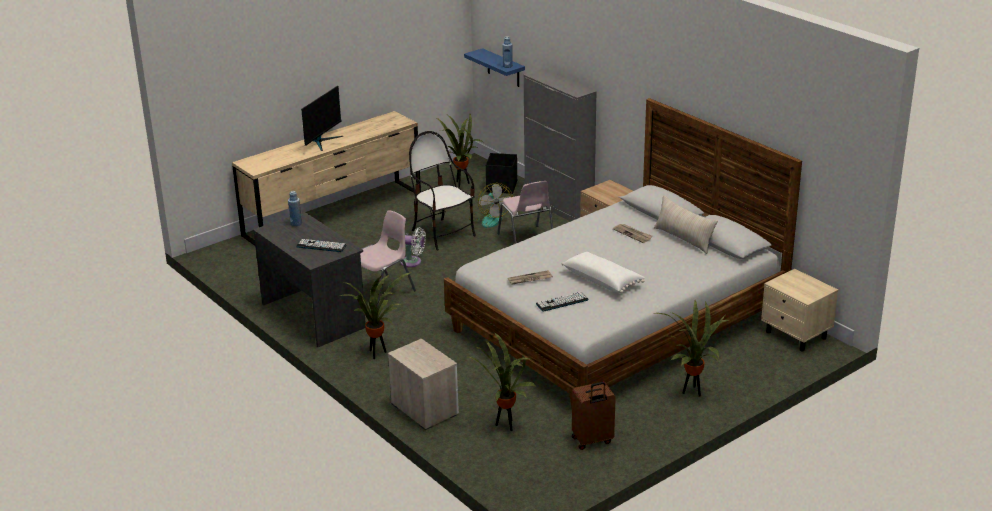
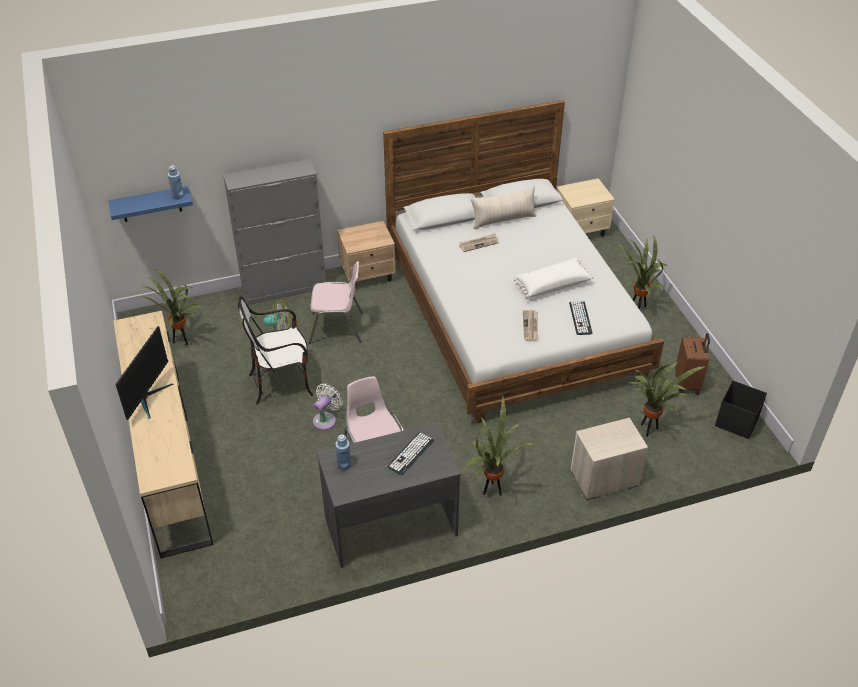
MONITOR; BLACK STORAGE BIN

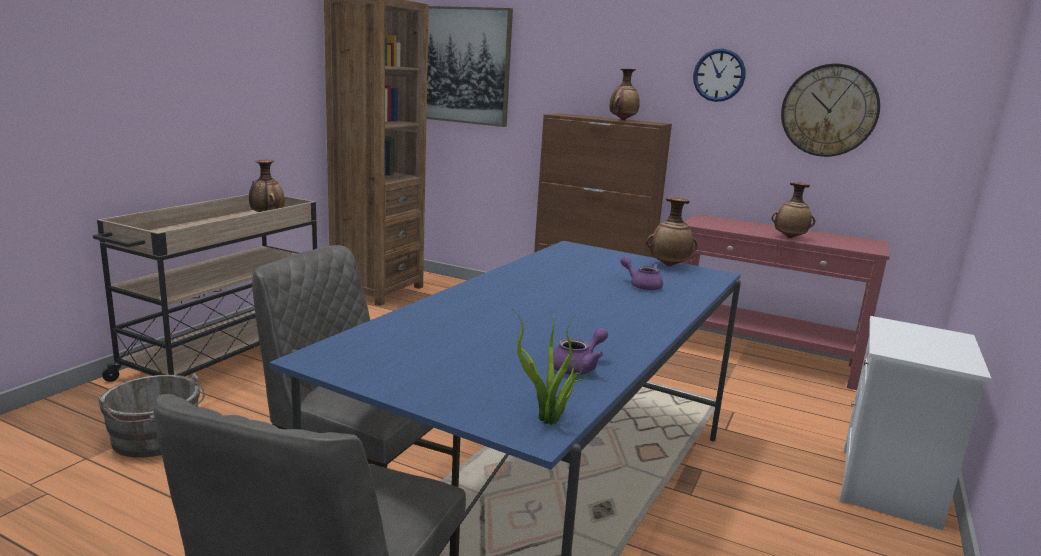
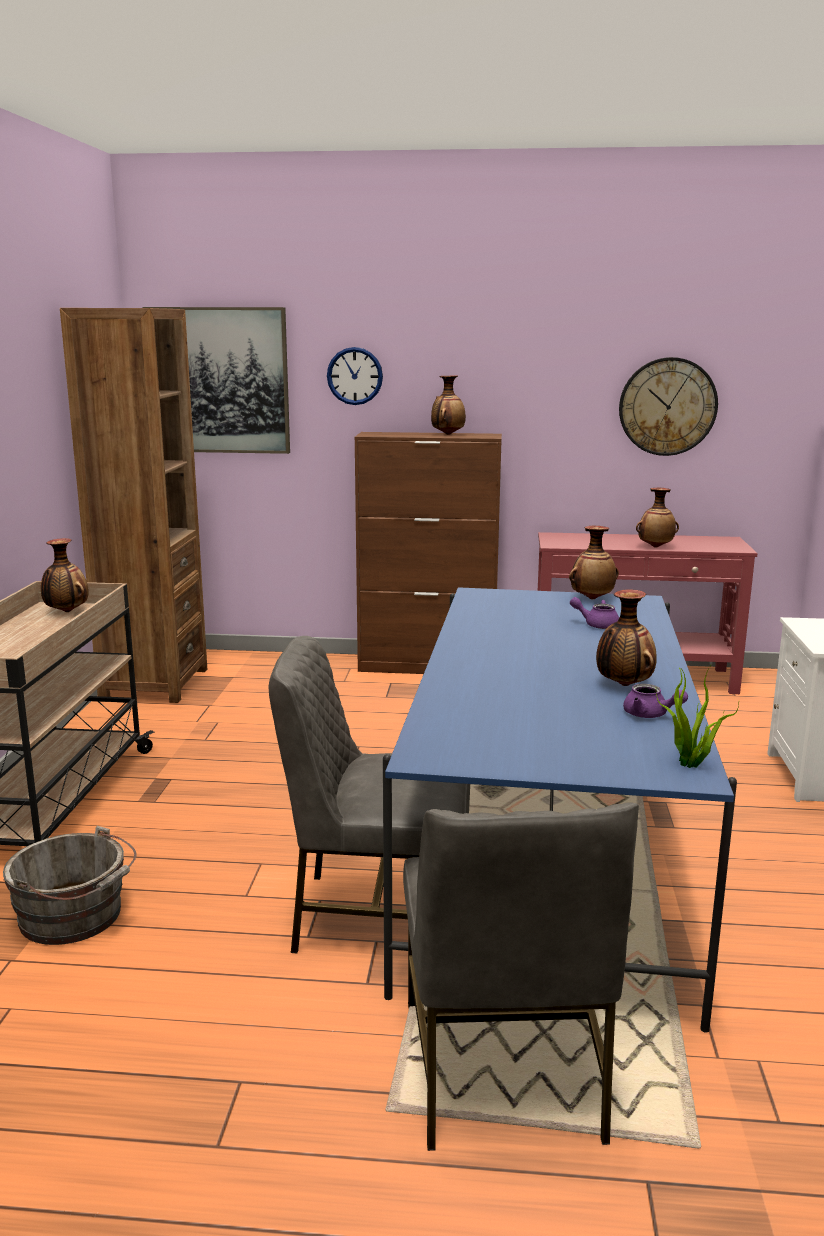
CLOCK ON THE WALL (1st from left); VASE (4th from left); PURPLISH TEA POT (2nd from left)

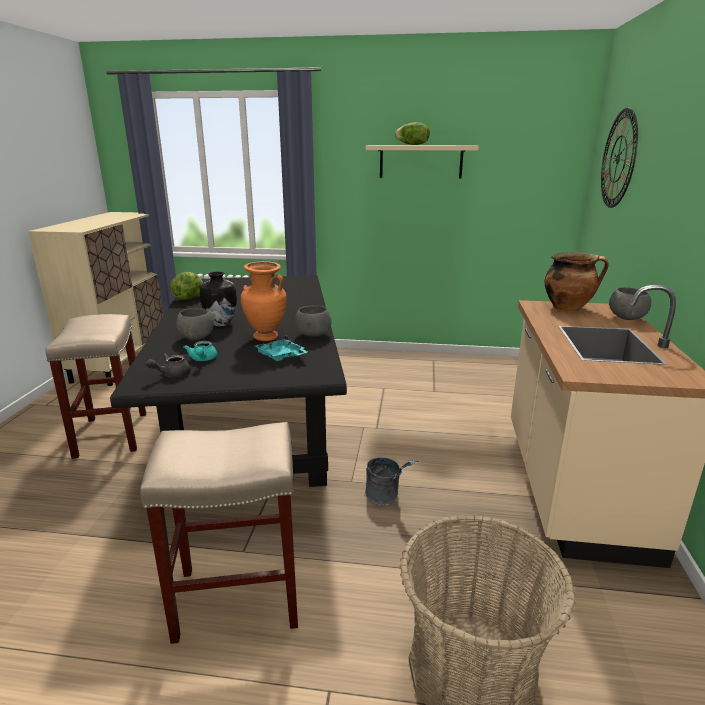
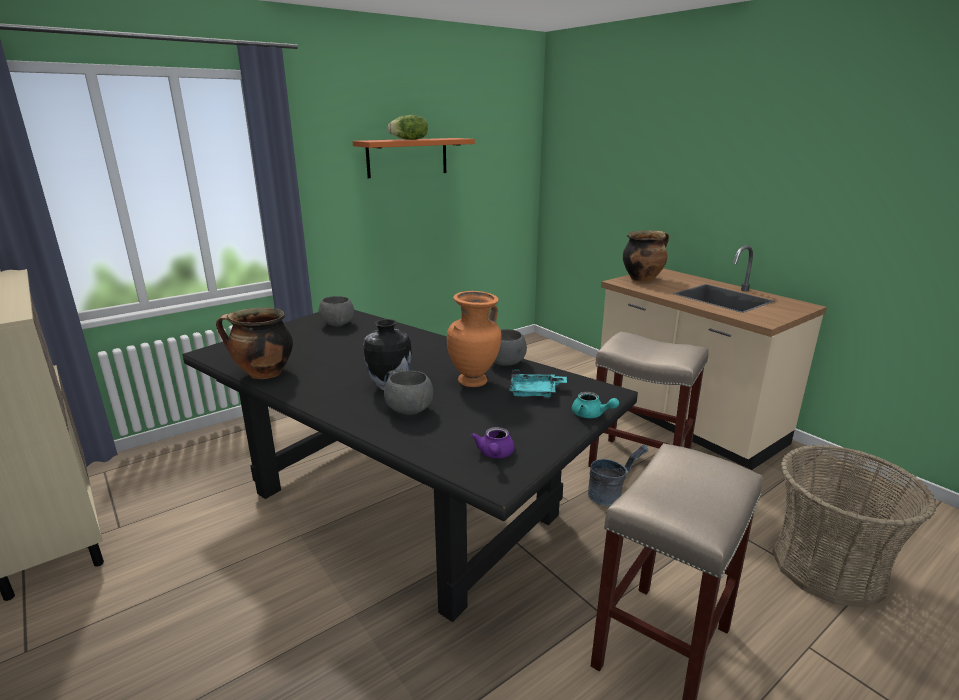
STOCKPOT (1st from left); GRAY BOWL (1st from left); ORANGE BRACKET SHELF; PURPLISH TEA POT; TURQUOISE-COLOURED TEA POT; BEIGE-COLOURED STOOL SEAT (1st from left); CLOCK ON THE WALL

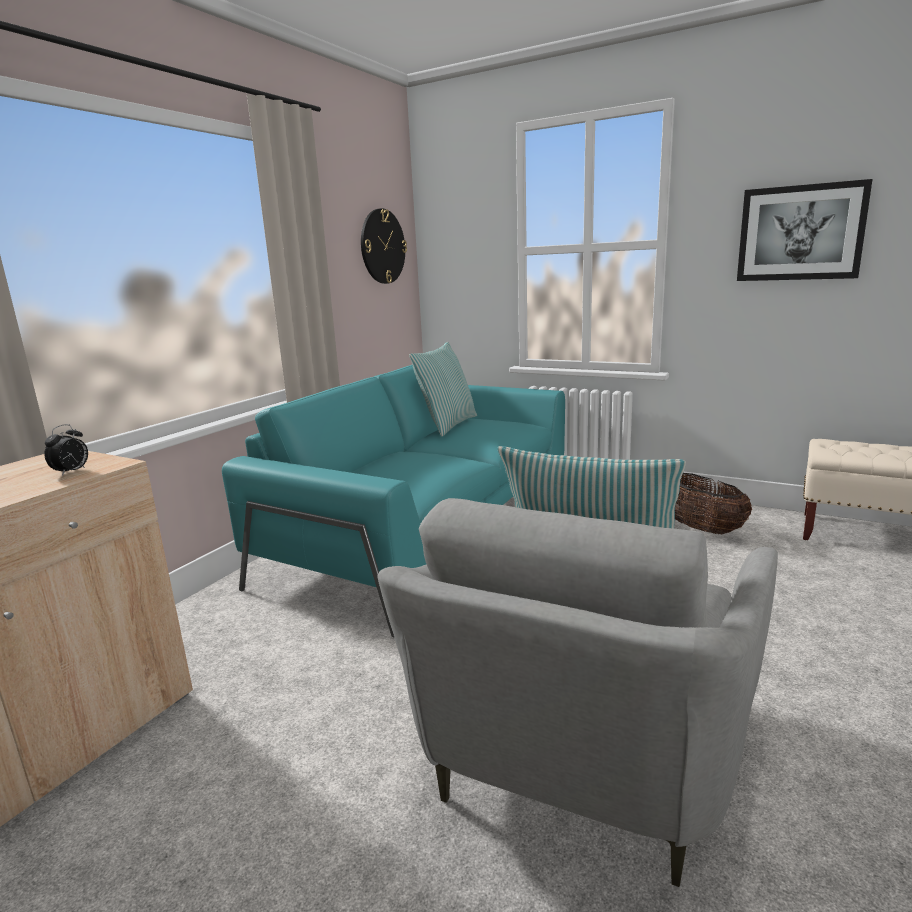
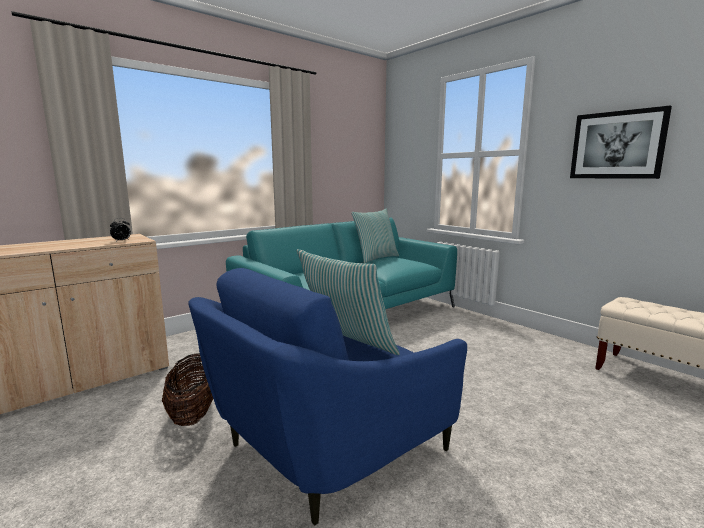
STORAGE BASKET; BLUISH LOUNGE CHAIR; CLOCK ON THE WALL

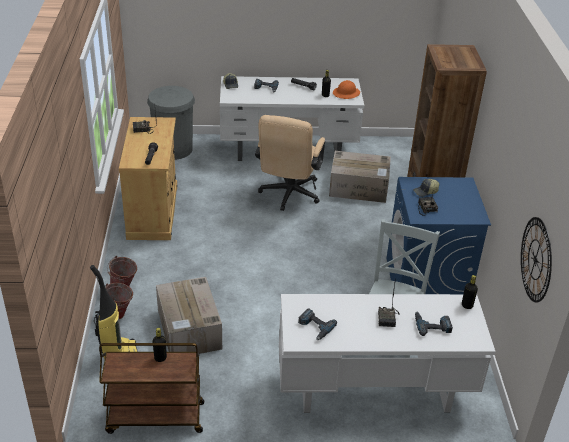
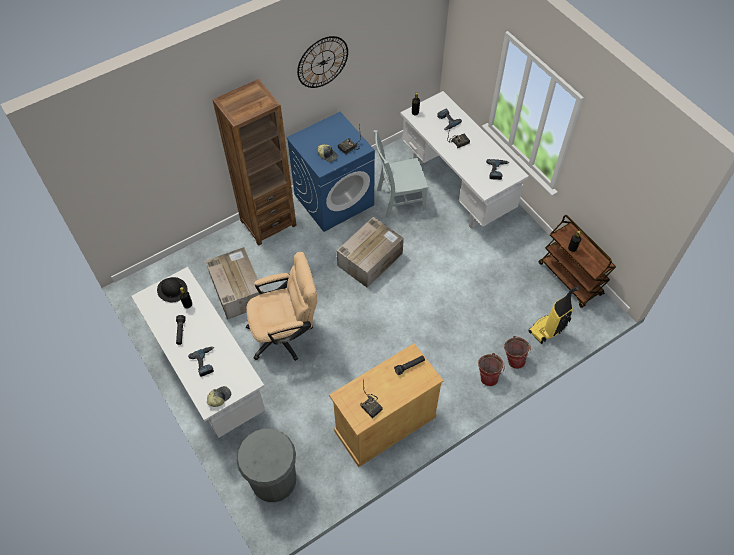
BLACK SAFETY HELMET; CLOCK ON THE WALL; CARDBOARD BOX (2nd from left)

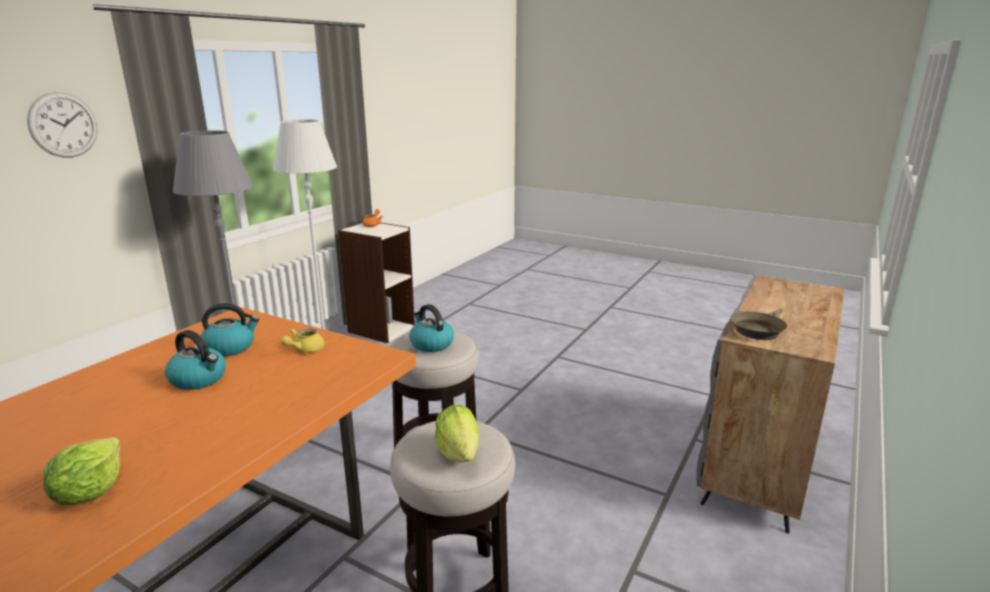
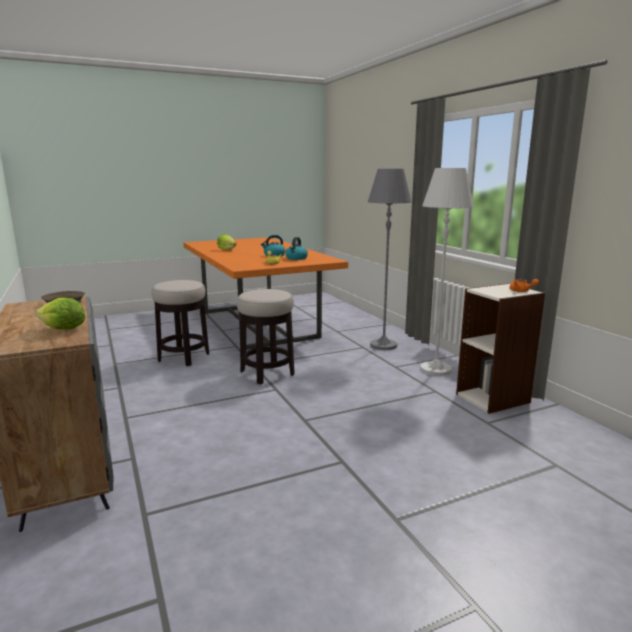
LETTUCE (1st from left); CLOCK ON THE WALL; TEA KETTLE (3rd from left in the first image)

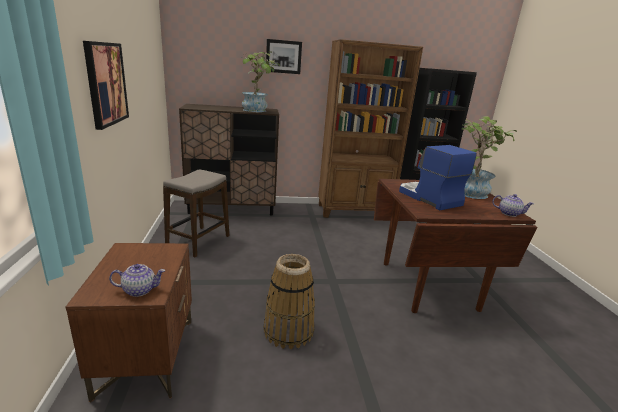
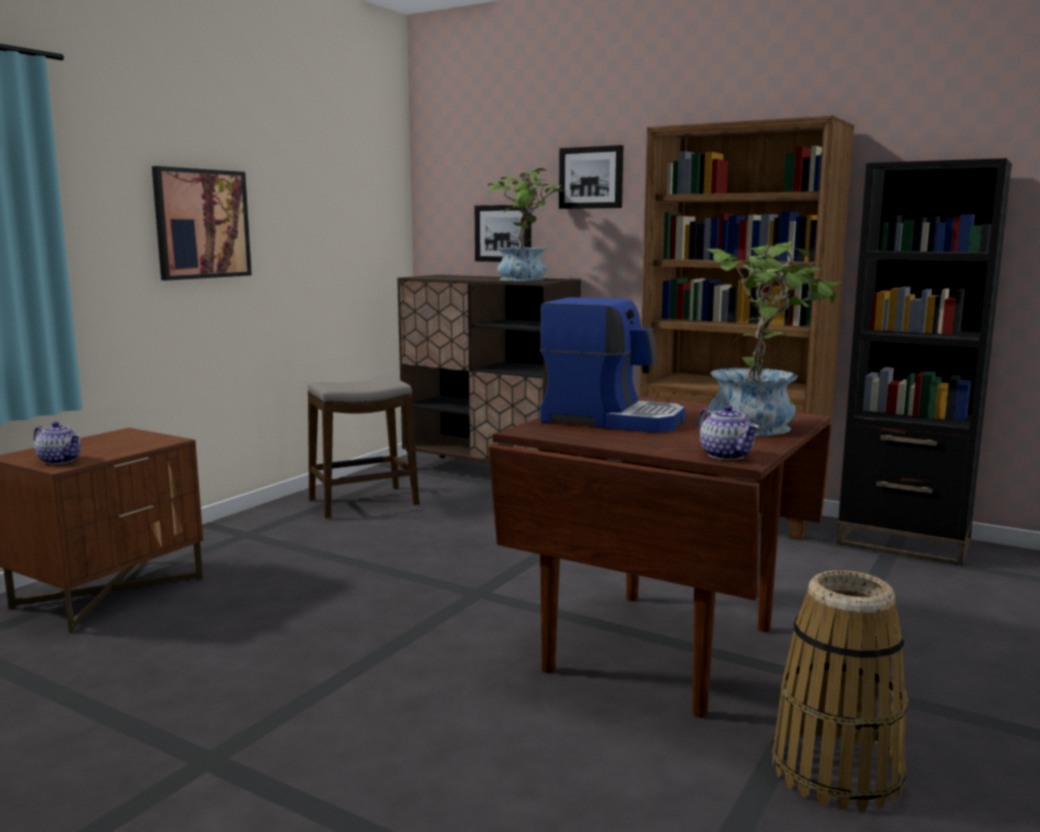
PICTURE (2nd from left); COFFEE MAKER; STORAGE BASKET

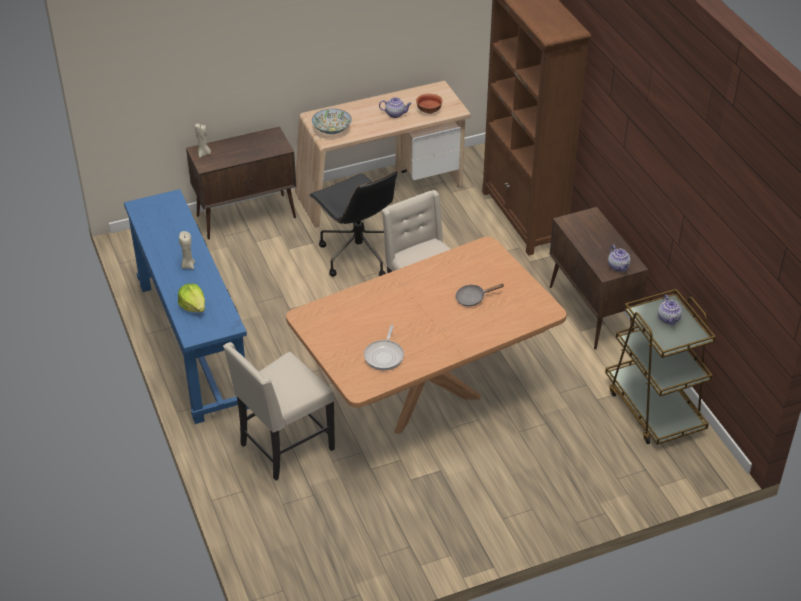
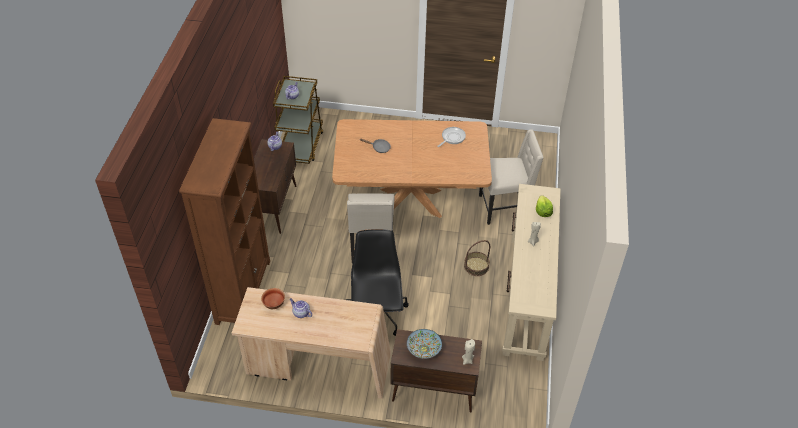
BOWL (2nd from left); STORAGE BASKET; BEIGE-COLOURED NARROW TABLE

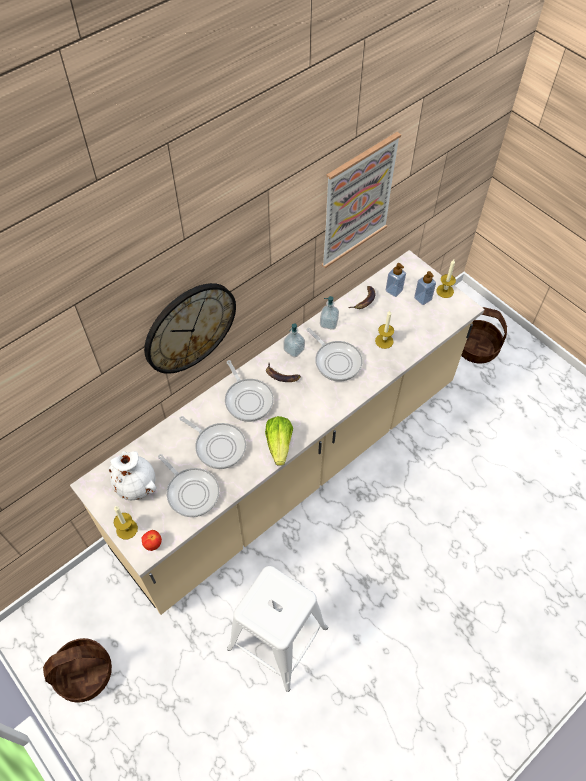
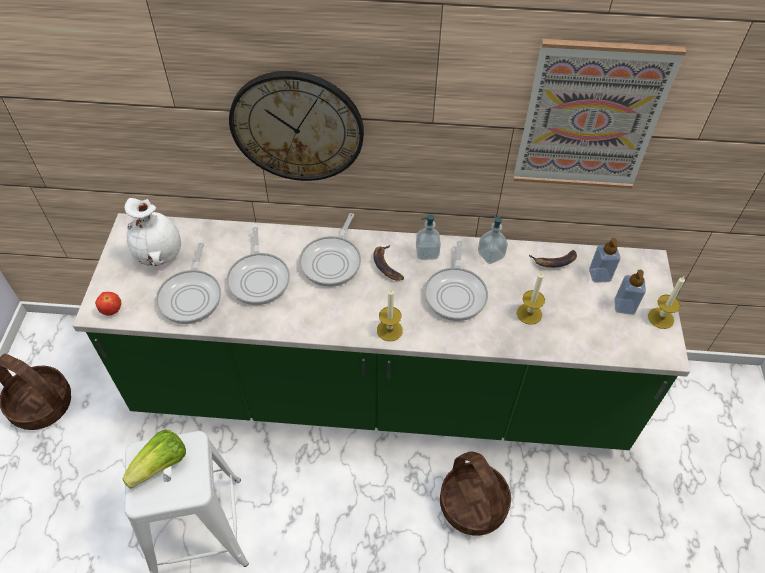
GREEN KITCHEN BASE UNIT; LETTUCE; WAX CANDLE (1st from left); STORAGE BASKET (2nd from left)

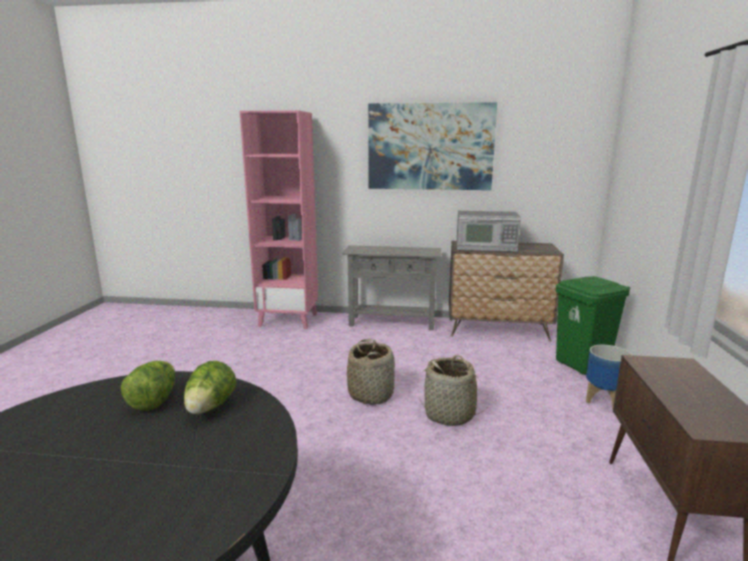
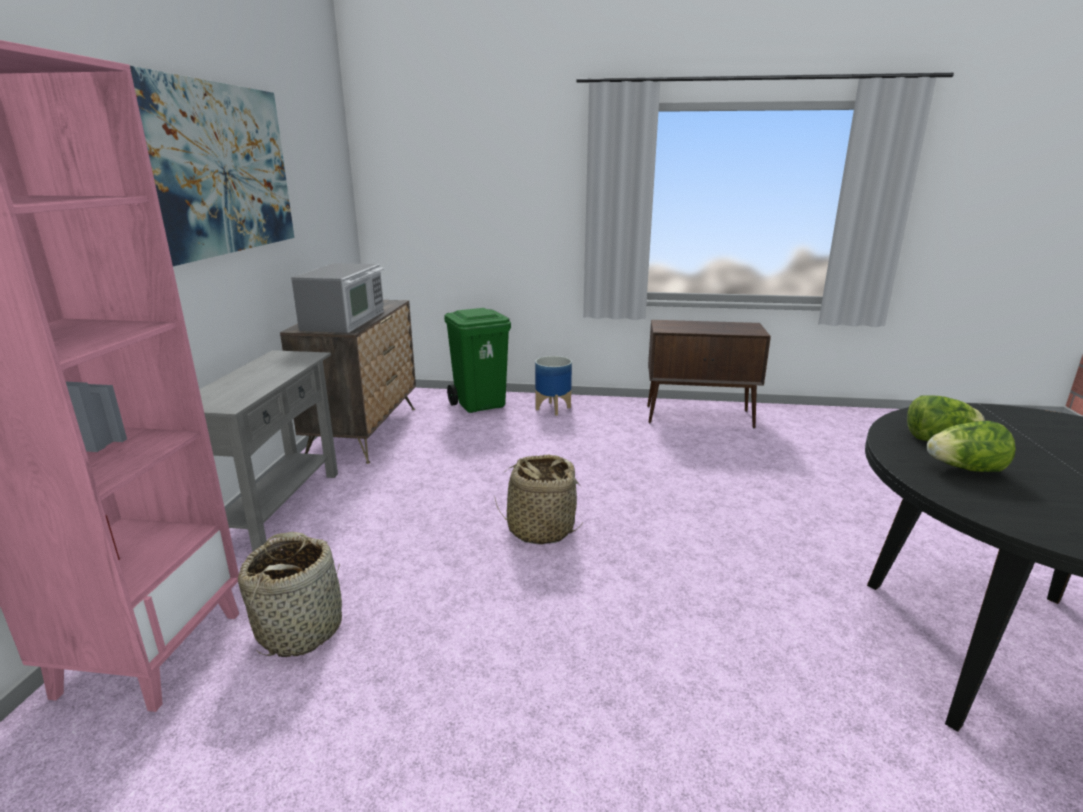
STORAGE BASKET (1st from left)

